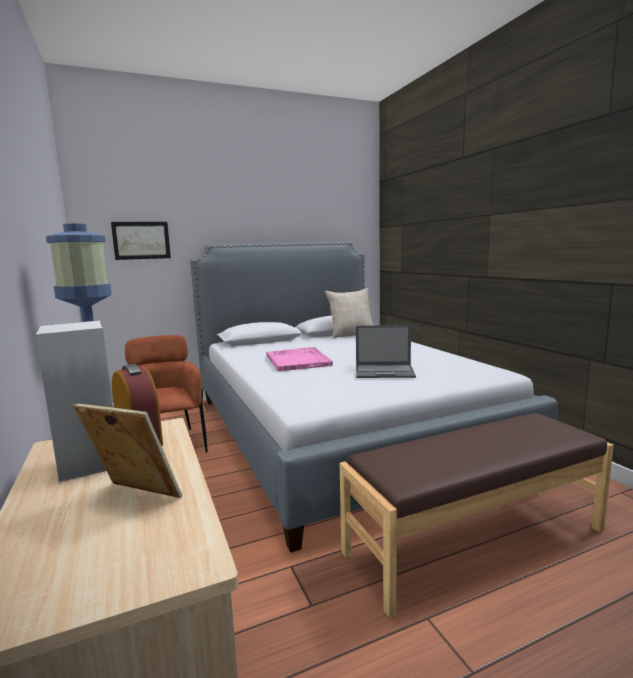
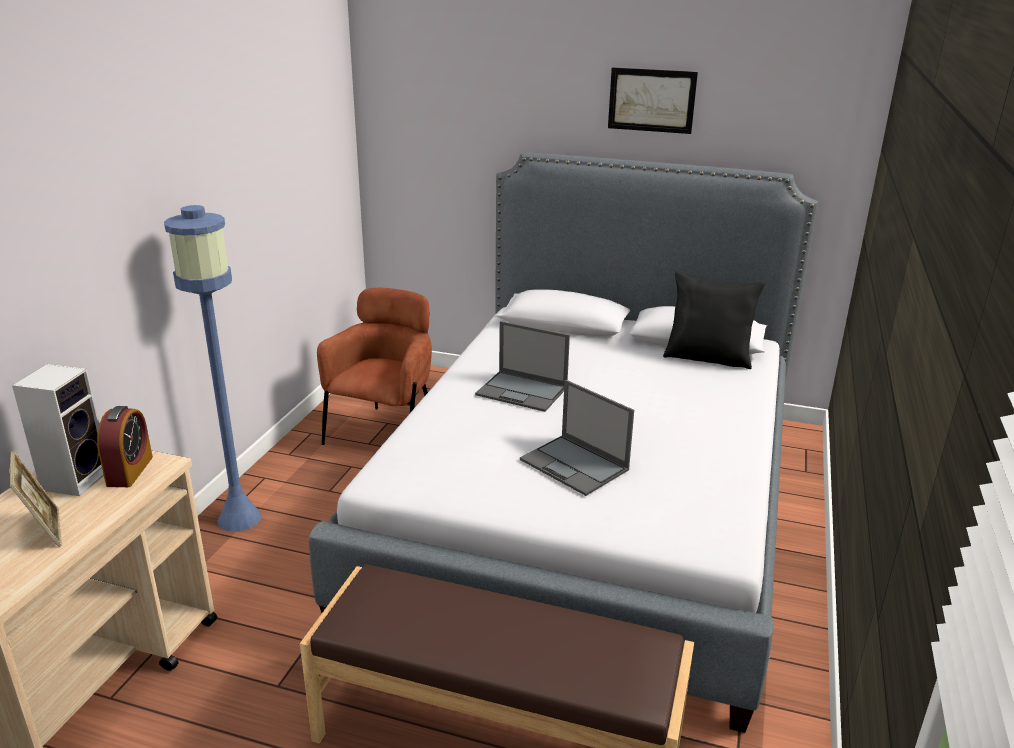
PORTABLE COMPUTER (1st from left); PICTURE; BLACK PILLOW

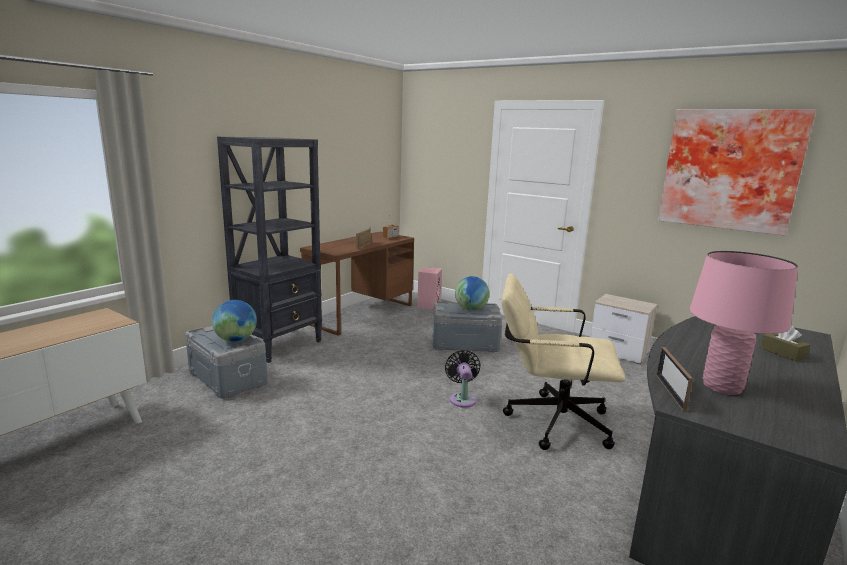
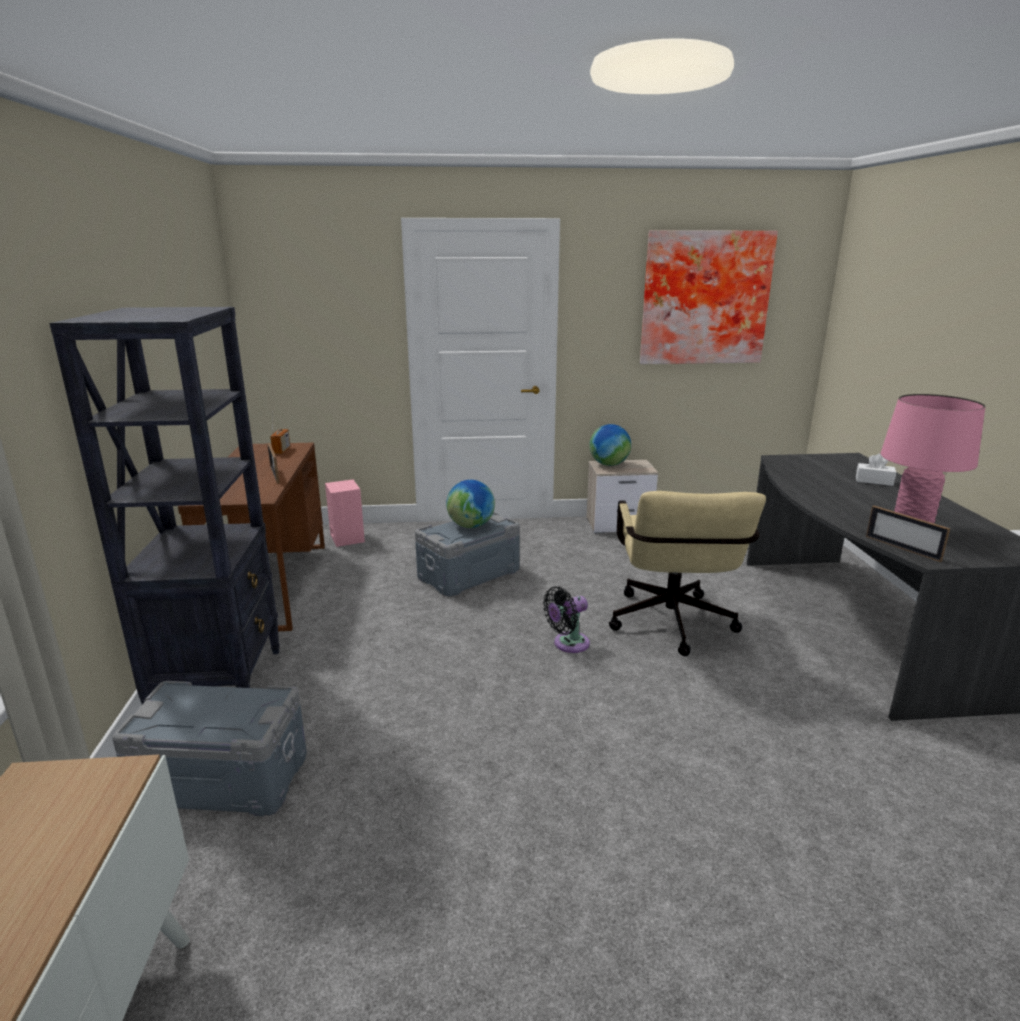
BLACK ELECTRIC FAN; DESK GLOBE (2nd from left); BEIGE-COLOURED COMPUTER CHAIR; WHITISH TISSUE HOLDER

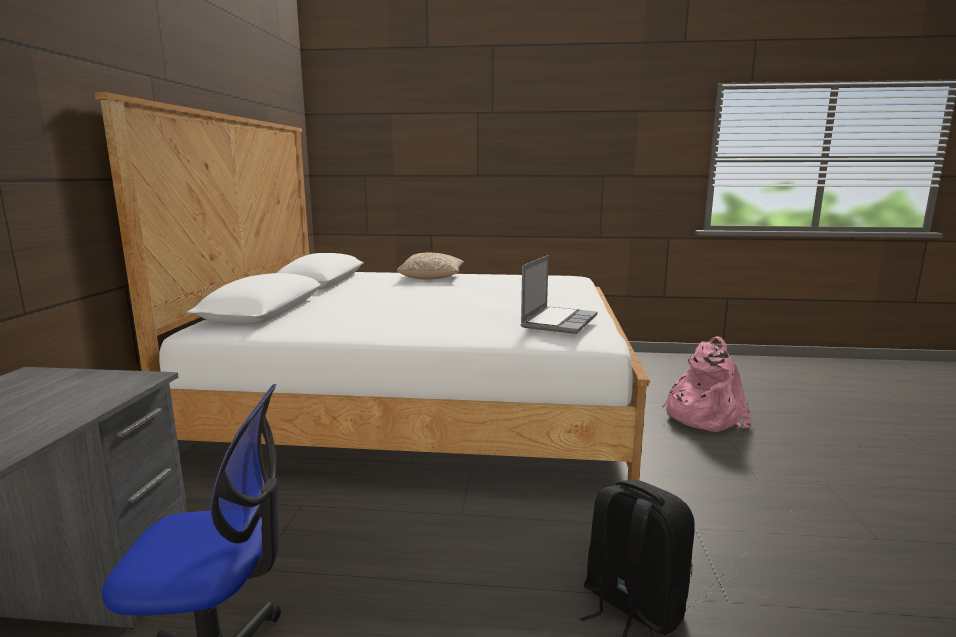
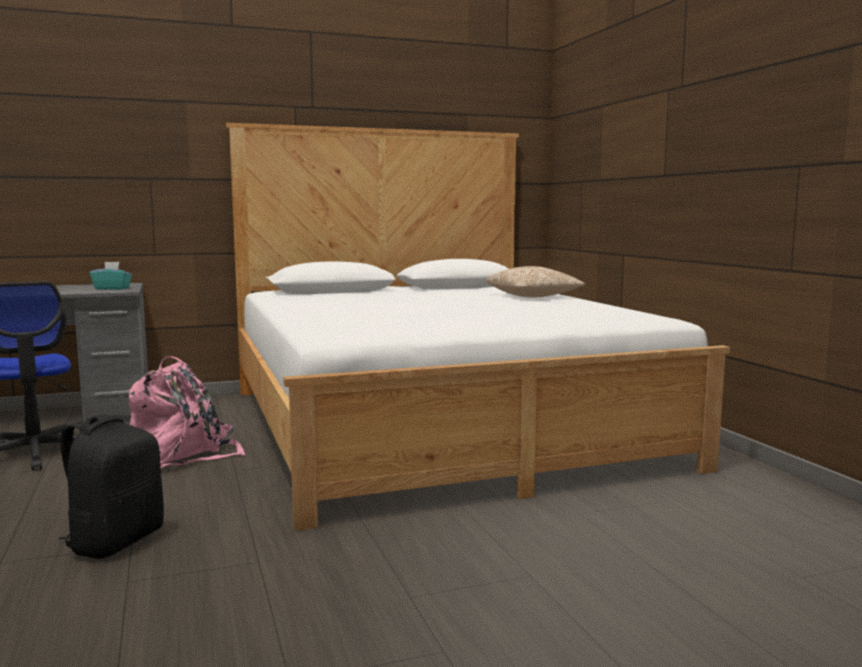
TURQUOISE-COLOURED TISSUE HOLDER; PINK KNAPSACK; PORTABLE COMPUTER

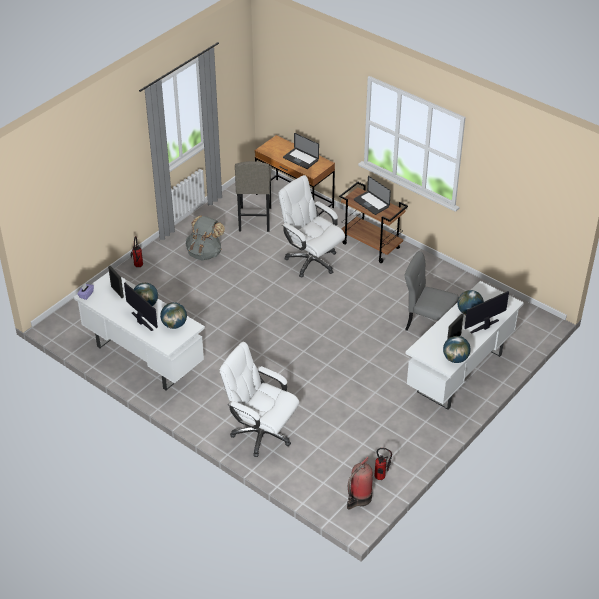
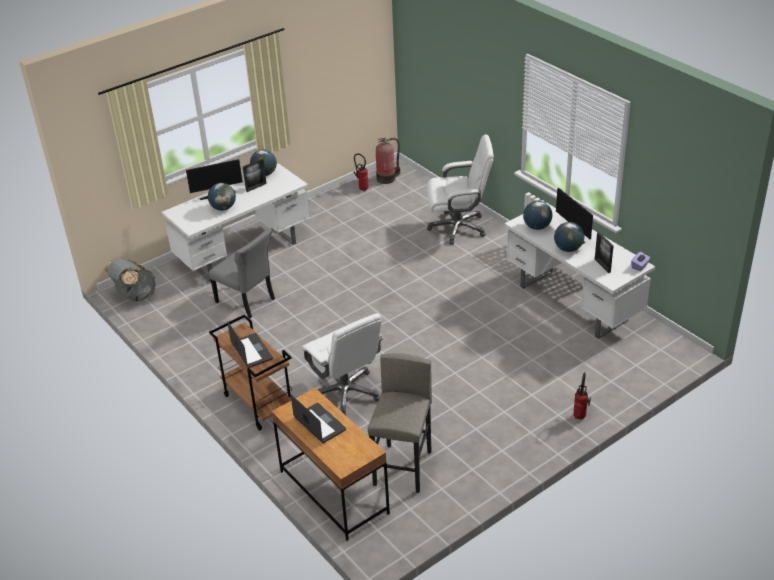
GRAY KNAPSACK; WHITISH COMPUTER CHAIR (2nd from left)

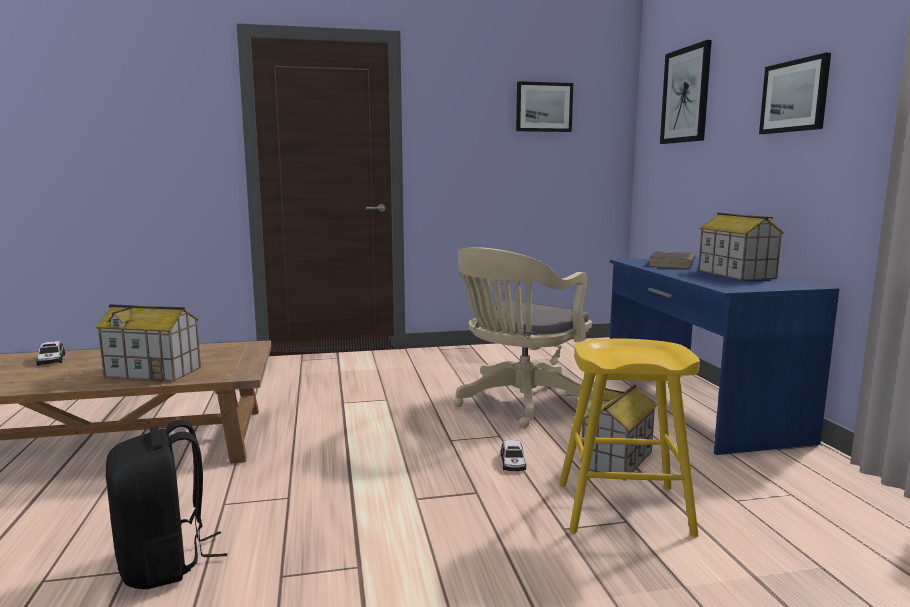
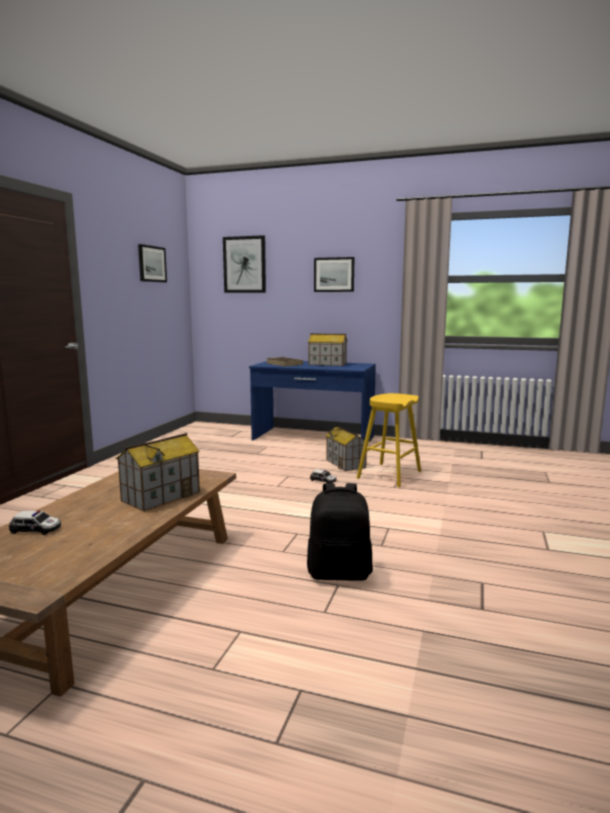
BEIGE-COLOURED COMPUTER CHAIR

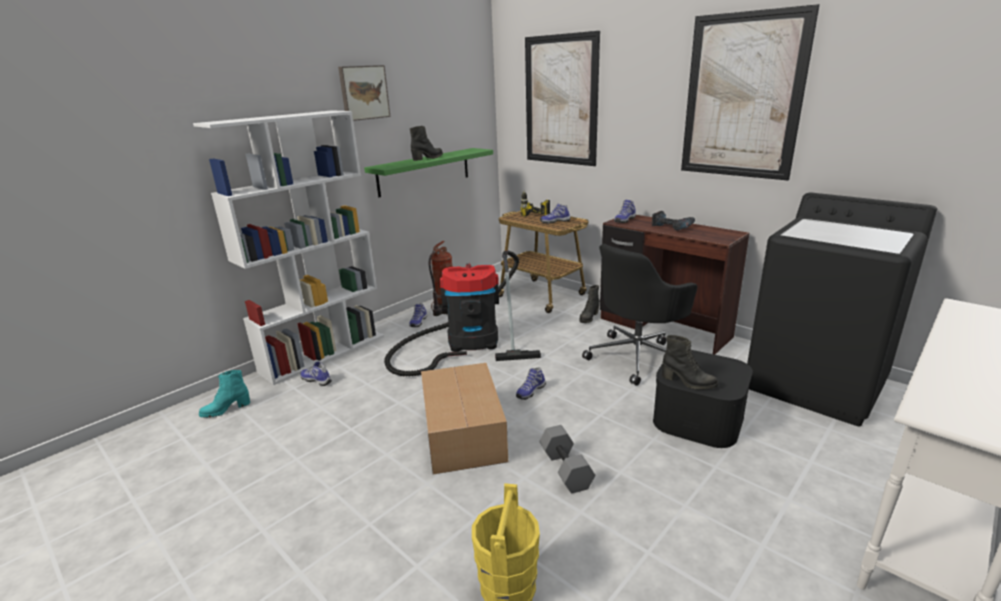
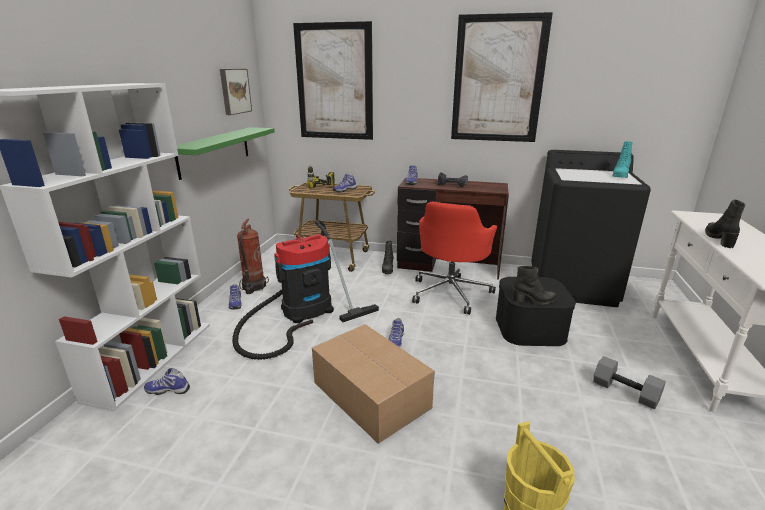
PICTURE (1st from left); RED COMPUTER CHAIR; GRAY DUMBBELL; TURQUOISE-COLOURED TALL BOOT; BLACK TALL BOOT (3rd from left)

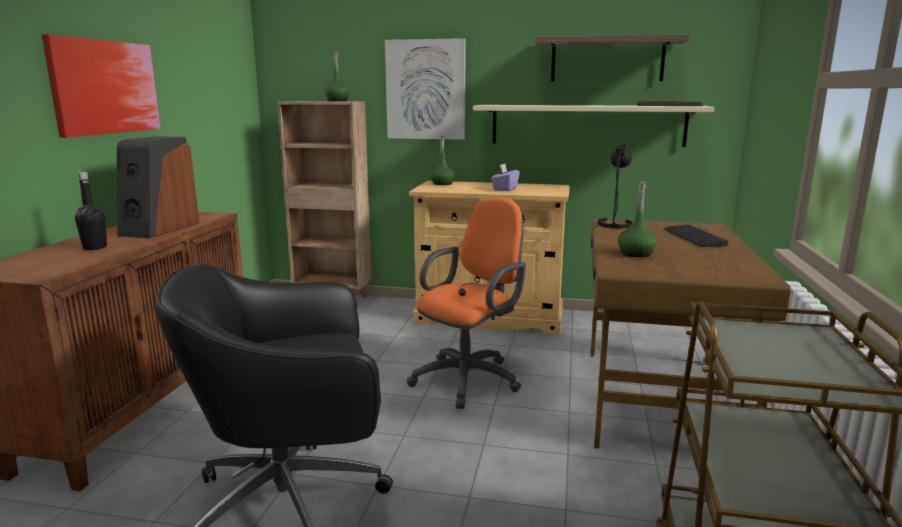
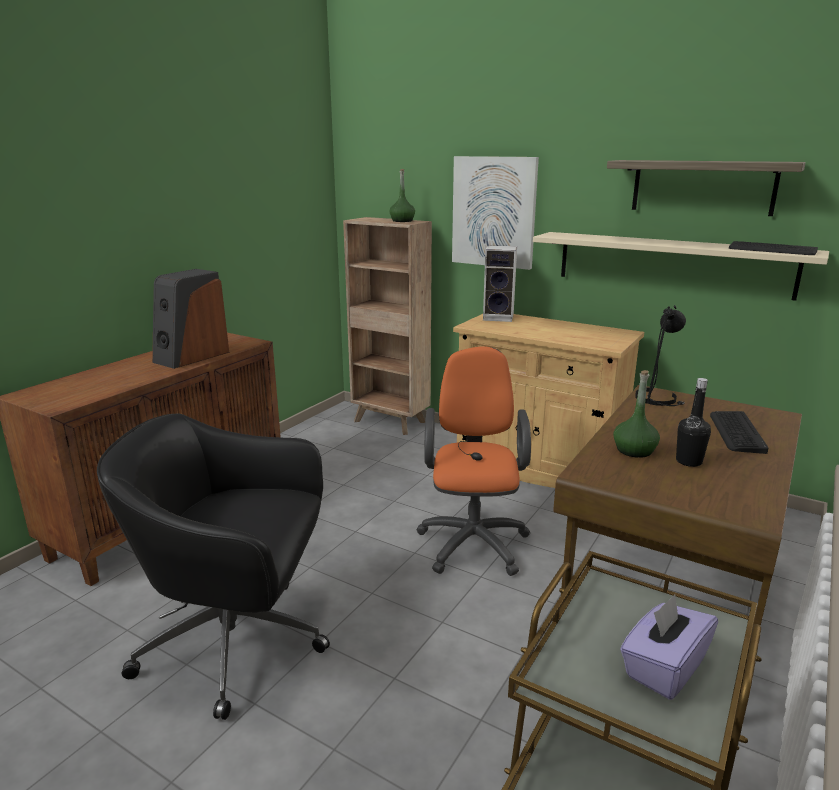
ORANGE COMPUTER CHAIR; AUDIO SPEAKER (2nd from left); PURPLISH TISSUE HOLDER; BLACK BOTTLE; PICTURE (1st from left in the first image)

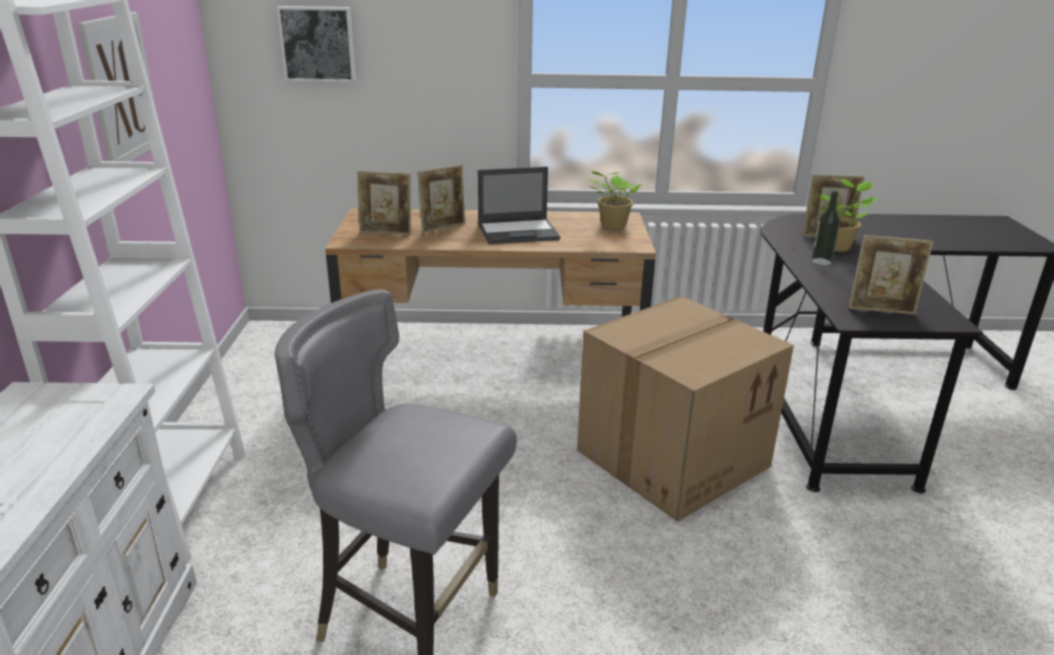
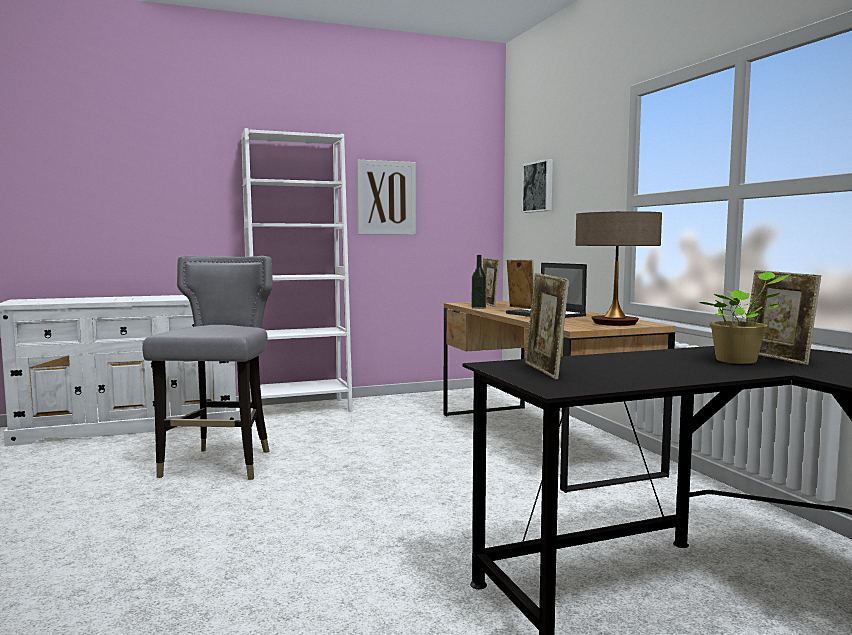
BOTTLE; PHOTO FRAME (2nd from left); TABLE LAMP; CARDBOARD BOX

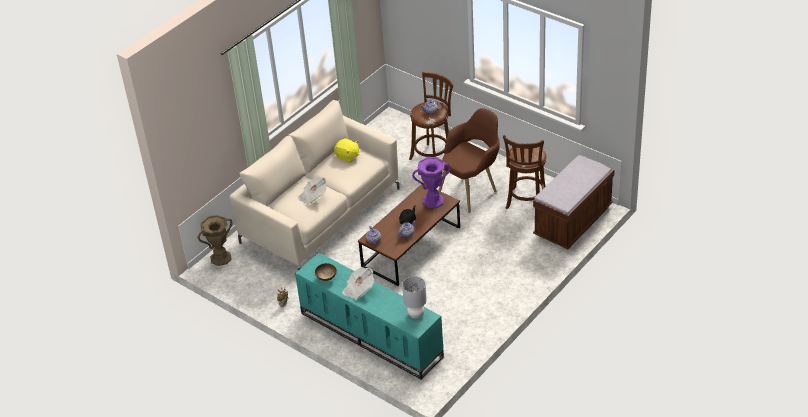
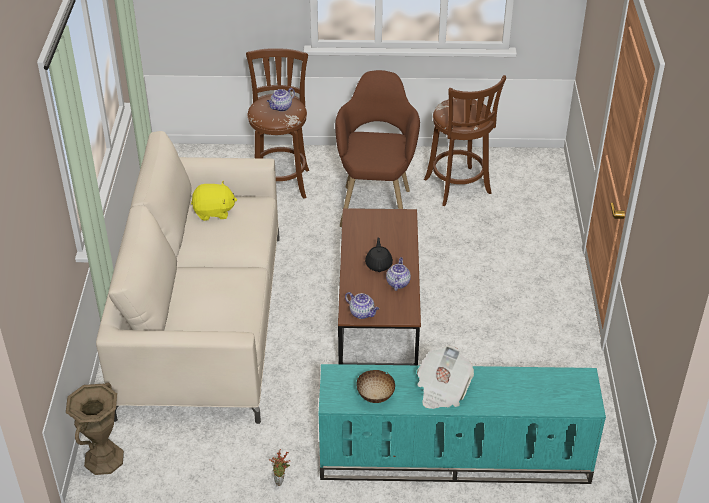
NEWSPAPER (1st from left in the first image); GRAY TABLE LAMP; PURPLISH VASE; BROWN-COLOURED BENCH

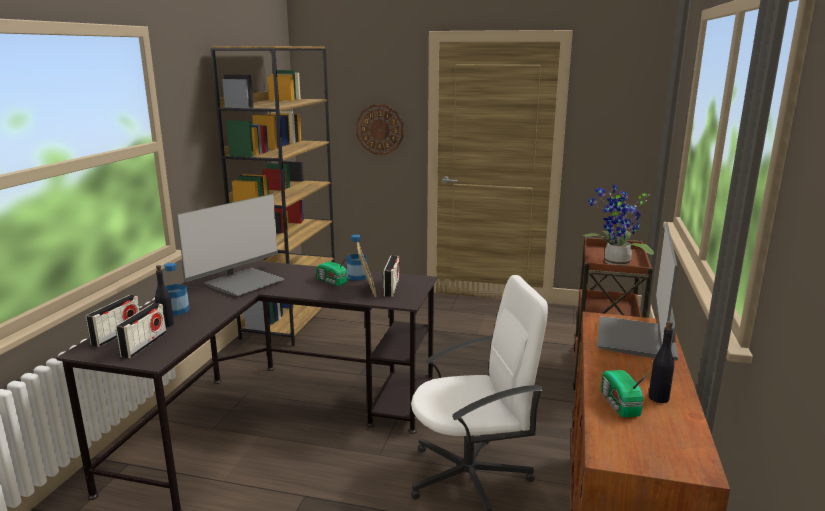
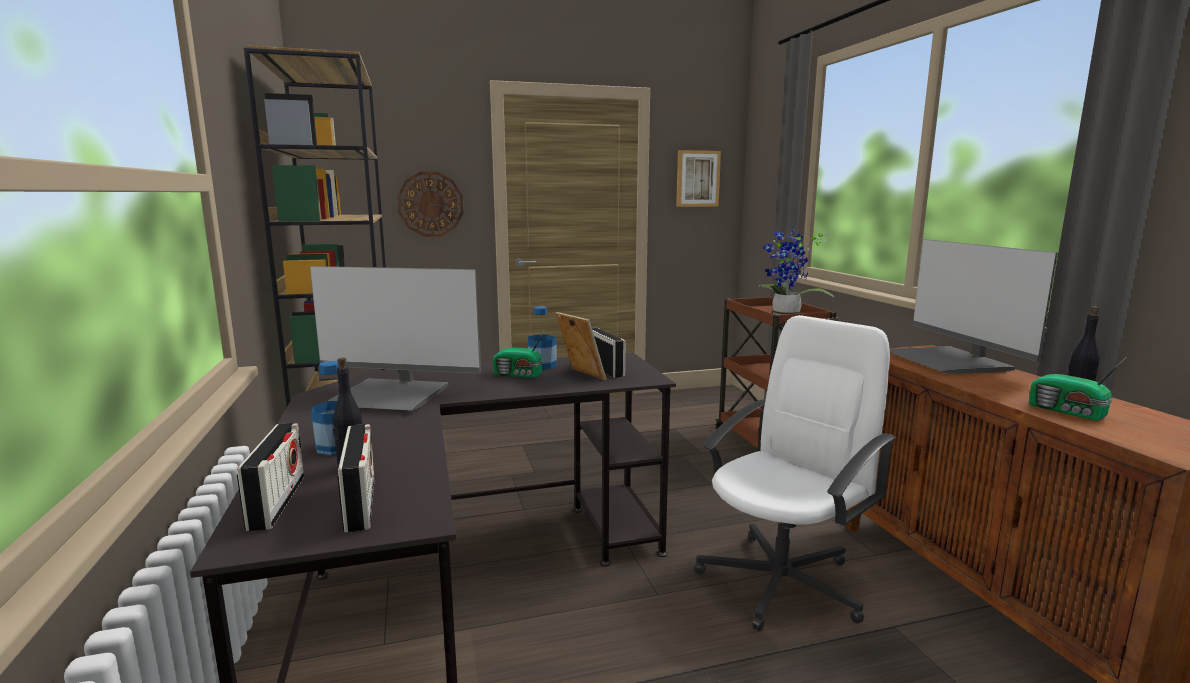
MONITOR (1st from left); PICTURE

